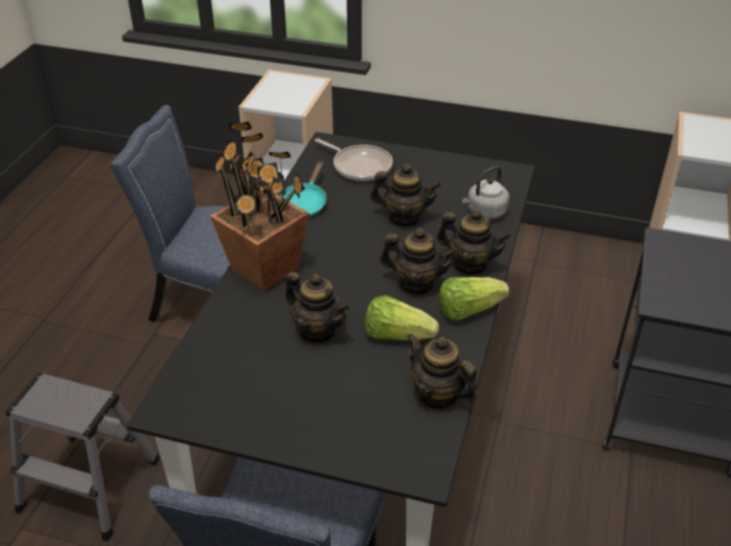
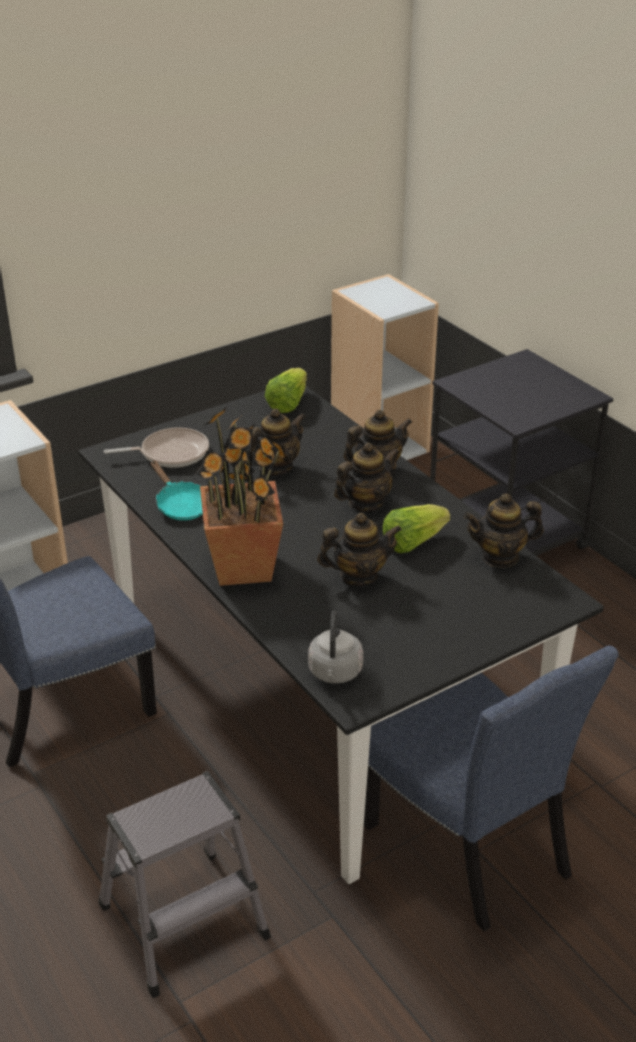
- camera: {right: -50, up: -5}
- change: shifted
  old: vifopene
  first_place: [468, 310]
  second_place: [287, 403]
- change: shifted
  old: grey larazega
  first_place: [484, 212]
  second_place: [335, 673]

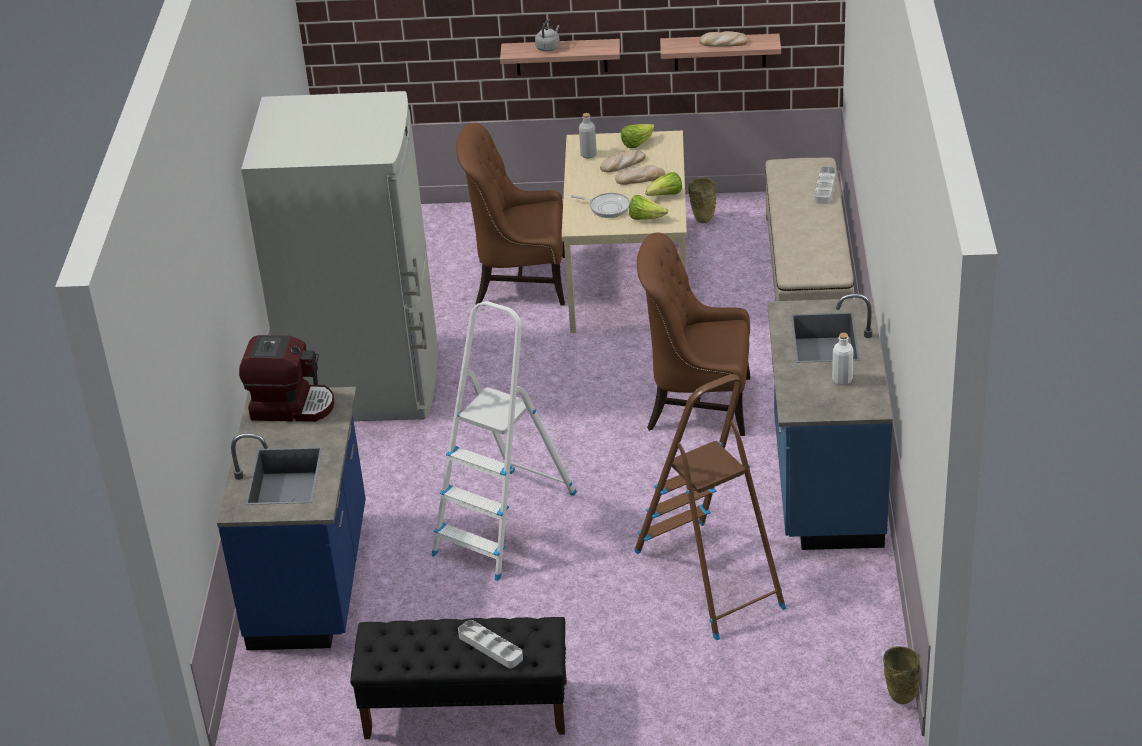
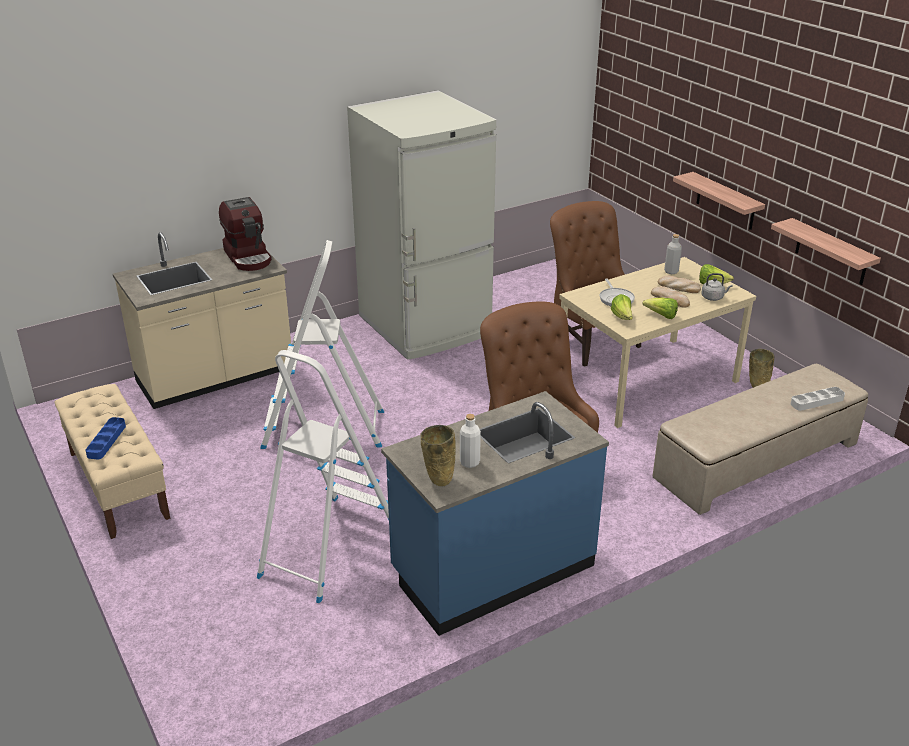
- camera: {right: 55, up: -5}
- change: repainted
  old: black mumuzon
  new: beige mumuzon
  first_place: [465, 709]
  second_place: [118, 484]
- change: repainted
  old: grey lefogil
  new: blue lefogil
  first_place: [490, 647]
  second_place: [106, 441]
- change: repainted
  old: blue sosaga
  new: beige sosaga
  first_place: [312, 579]
  second_place: [215, 378]
- change: repainted
  old: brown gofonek
  new: white gofonek
  first_place: [707, 578]
  second_place: [328, 546]
- change: shifted
  old: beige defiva
  first_place: [899, 699]
  second_place: [439, 480]
- change: shifted
  old: grey larazega
  first_place: [548, 47]
  second_place: [713, 297]
- change: gone
  old: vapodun
  first_place: [723, 42]

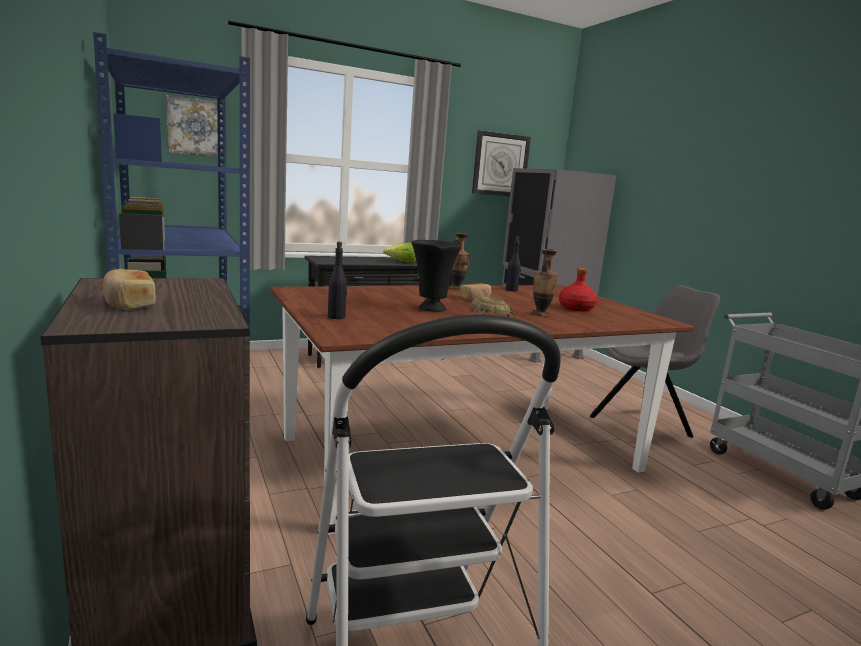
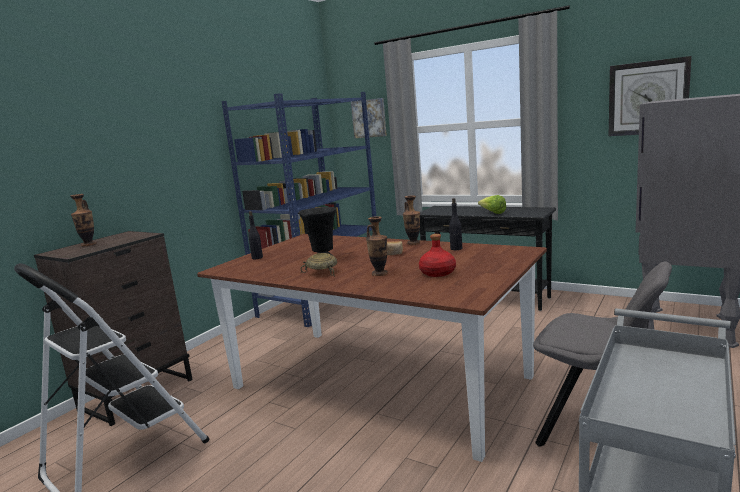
- camera: {right: 60, up: 0}
- change: swapped
  old: vapodun
  new: defiva
  first_place: [129, 304]
  second_place: [89, 244]

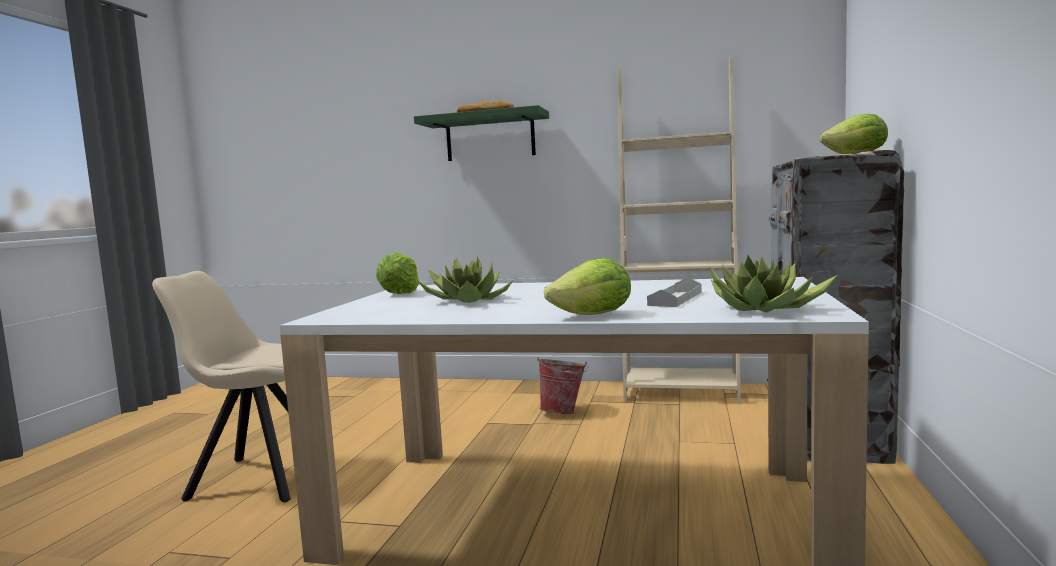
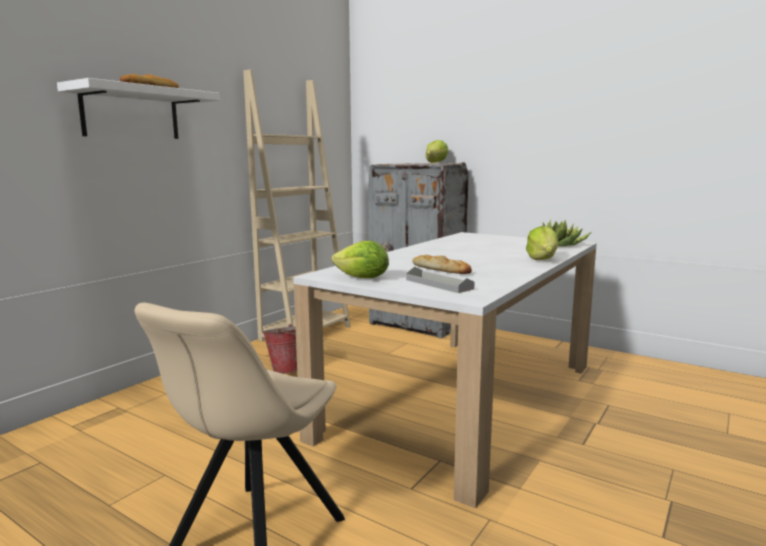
- camera: {right: -70, up: 5}
- change: repainted
  old: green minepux
  new: white minepux
  first_place: [490, 137]
  second_place: [131, 113]
- change: shifted
  old: grey lefogil
  first_place: [675, 298]
  second_place: [439, 284]
- change: swapped
  old: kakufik
  new: vapodun
  first_place: [467, 300]
  second_place: [440, 269]

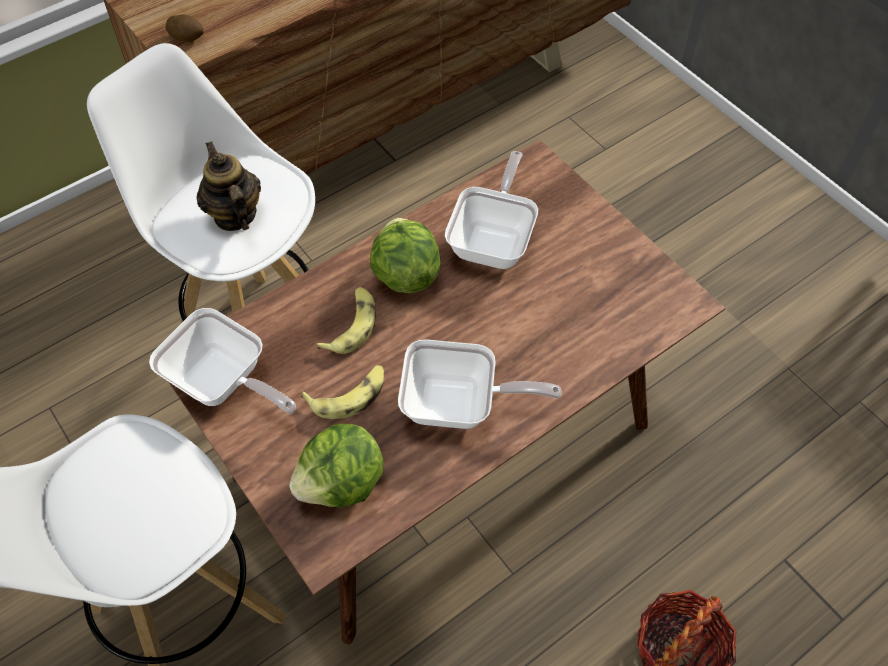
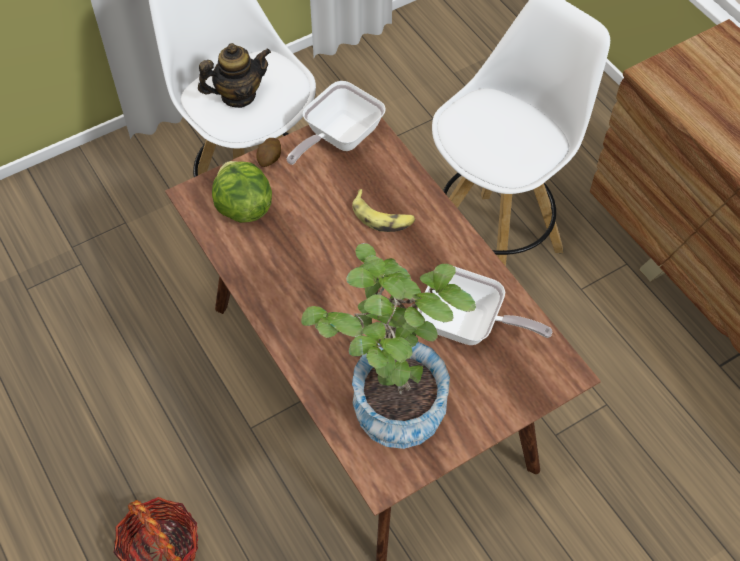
- camera: {right: 95, up: 0}
- change: shifted
  old: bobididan
  first_place: [234, 215]
  second_place: [238, 95]
- change: shifted
  old: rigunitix
  first_place: [187, 37]
  second_place: [269, 159]
- change: new
  new: kakufik
  second_place: [390, 398]
- change: gone
  old: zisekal
  first_place: [349, 395]
- change: gone
  old: vifopene
  first_place: [405, 274]
- change: gone
  old: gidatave
  first_place: [459, 405]

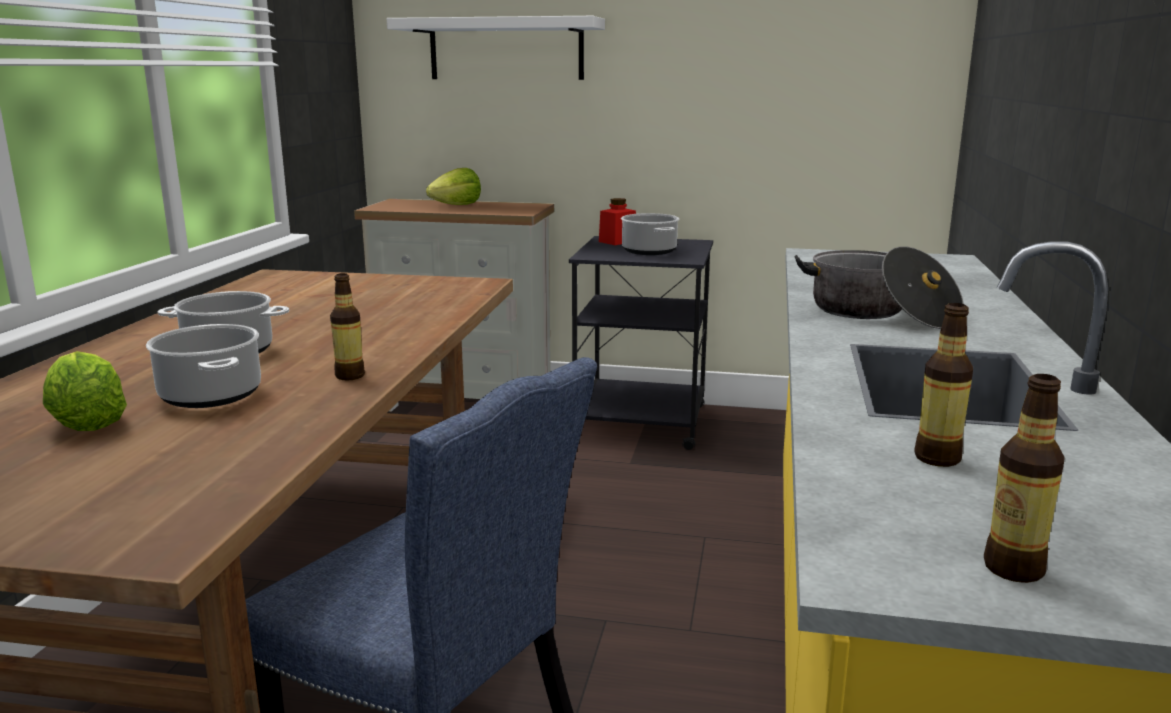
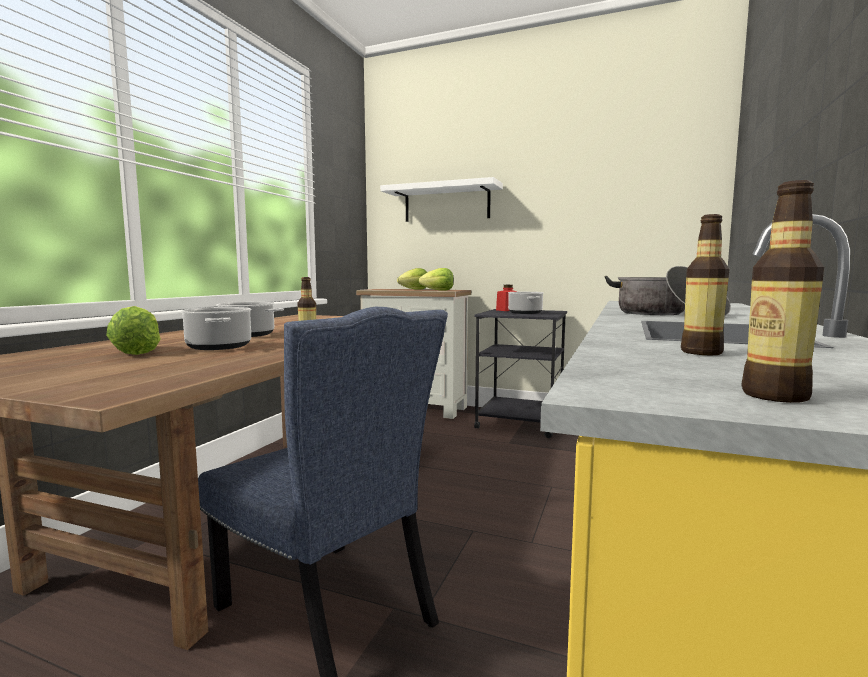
- camera: {right: 10, up: -10}
- change: new
  new: vifopene
  second_place: [438, 290]

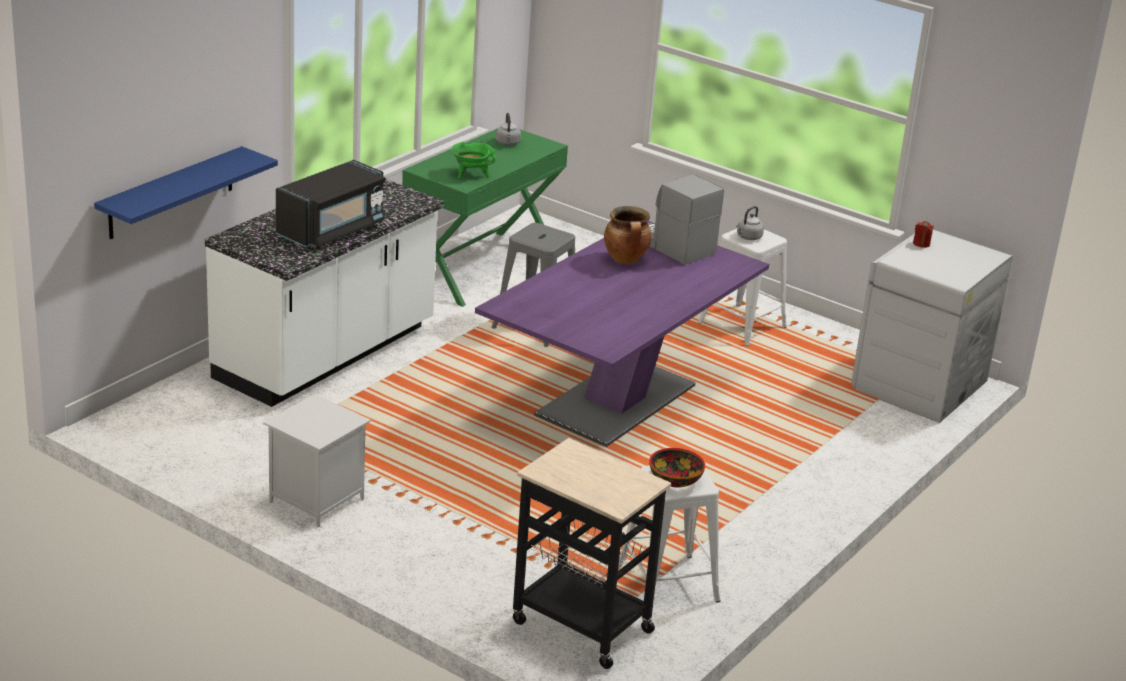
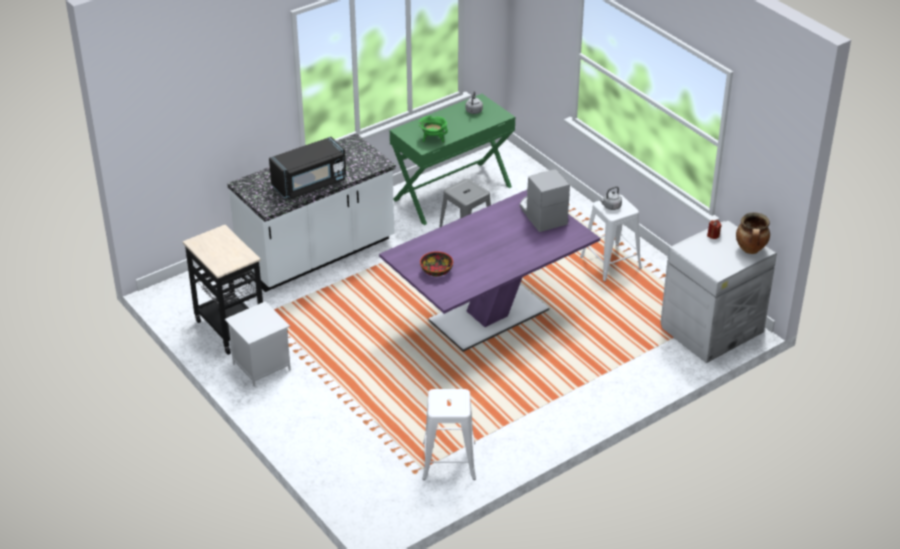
- camera: {right: 20, up: 10}
- change: shifted
  old: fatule
  first_place: [579, 626]
  second_place: [229, 328]
- change: shifted
  old: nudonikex
  first_place: [675, 479]
  second_place: [436, 270]
- change: shifted
  old: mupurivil
  first_place: [626, 260]
  second_place: [751, 250]
- change: gone
  old: blue minepux
  first_place: [171, 193]

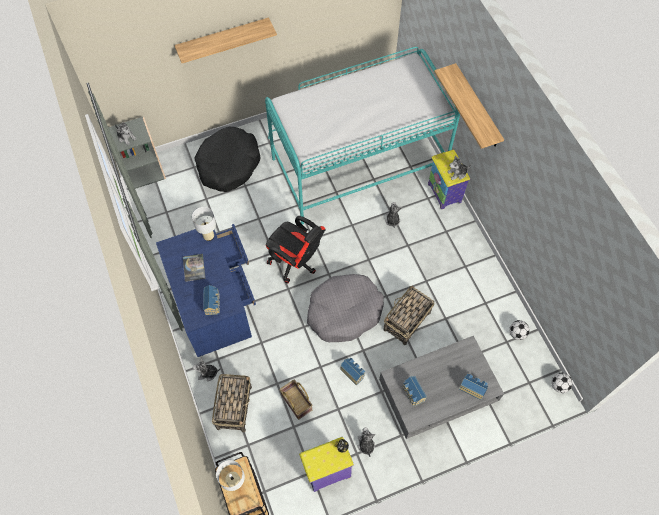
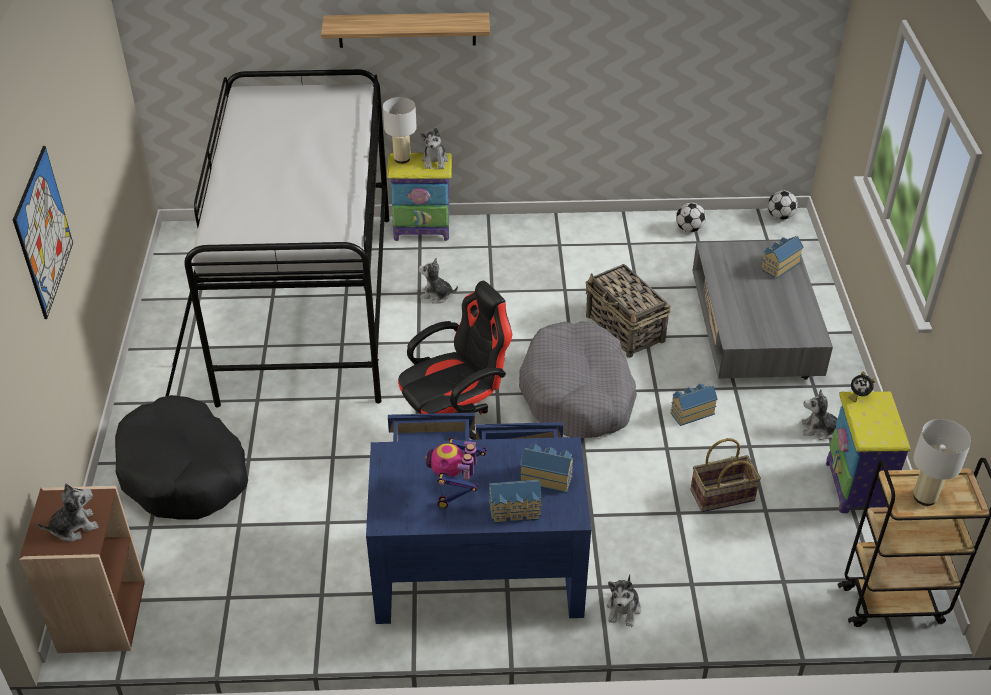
- camera: {right: -70, up: -20}
- change: swapped
  old: minepux
  new: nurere
  first_place: [223, 38]
  second_place: [43, 232]
- change: repainted
  old: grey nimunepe
  new: brown nimunepe
  first_place: [144, 172]
  second_place: [101, 614]
- change: repainted
  old: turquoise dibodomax
  new: black dibodomax
  first_place: [355, 165]
  second_place: [305, 308]
- change: shifted
  old: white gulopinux
  first_place: [208, 236]
  second_place: [402, 159]
- change: swapped
  old: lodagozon
  new: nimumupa
  first_place: [194, 268]
  second_place: [456, 488]
- change: shifted
  old: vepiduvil
  first_place: [413, 394]
  second_place: [515, 511]
- change: gone
  old: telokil
  first_place: [234, 407]

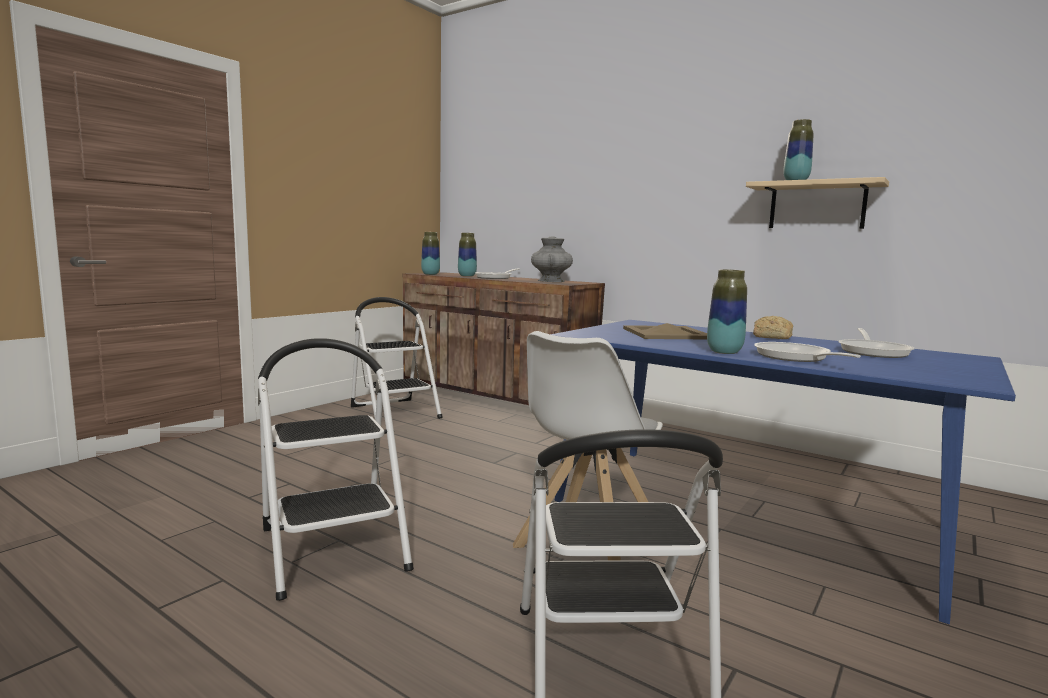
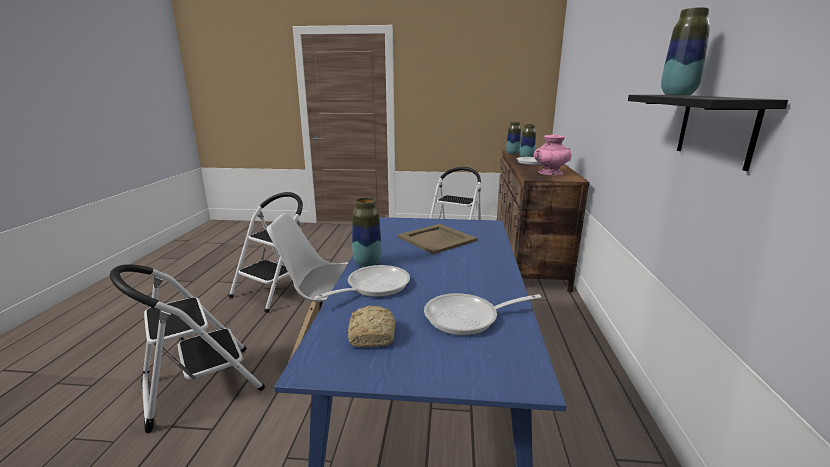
- camera: {right: 60, up: 10}
- change: shifted
  old: vapodun
  first_place: [770, 337]
  second_place: [373, 335]
- change: repainted
  old: grey defiva
  new: pink defiva
  first_place: [551, 281]
  second_place: [550, 173]
- change: repainted
  old: beige minepux
  new: black minepux
  first_place: [817, 206]
  second_place: [716, 129]

